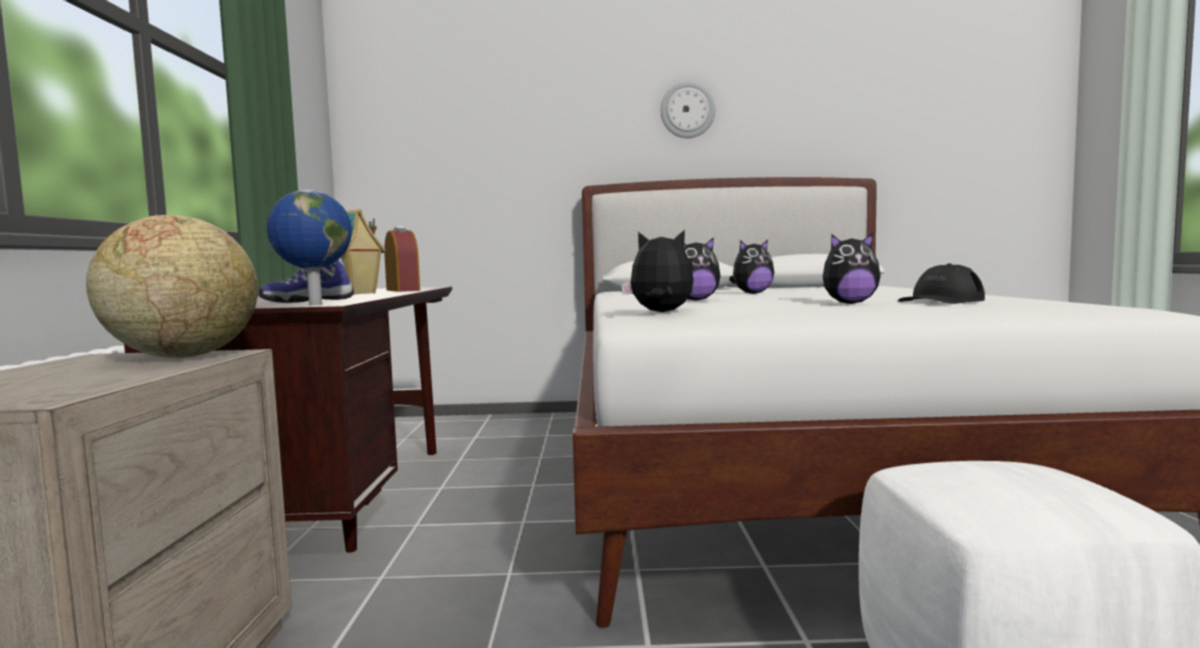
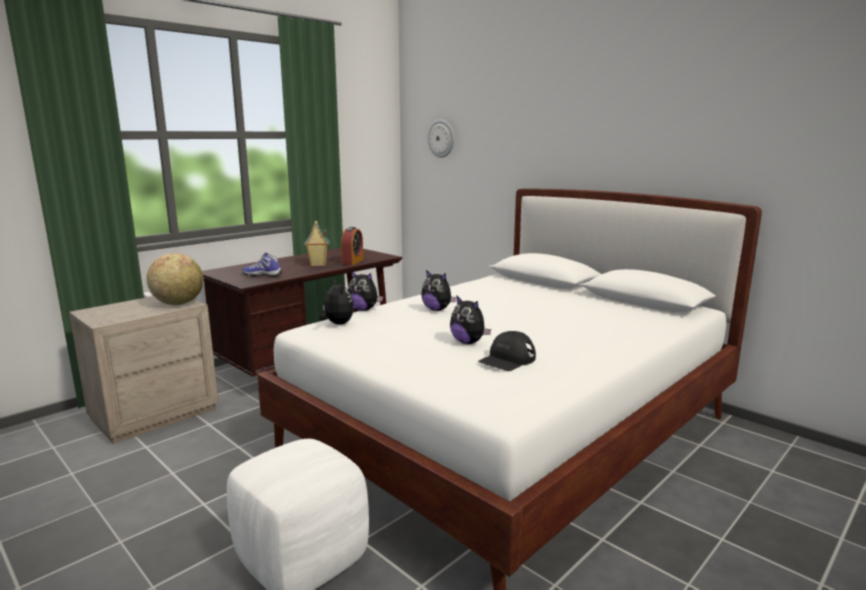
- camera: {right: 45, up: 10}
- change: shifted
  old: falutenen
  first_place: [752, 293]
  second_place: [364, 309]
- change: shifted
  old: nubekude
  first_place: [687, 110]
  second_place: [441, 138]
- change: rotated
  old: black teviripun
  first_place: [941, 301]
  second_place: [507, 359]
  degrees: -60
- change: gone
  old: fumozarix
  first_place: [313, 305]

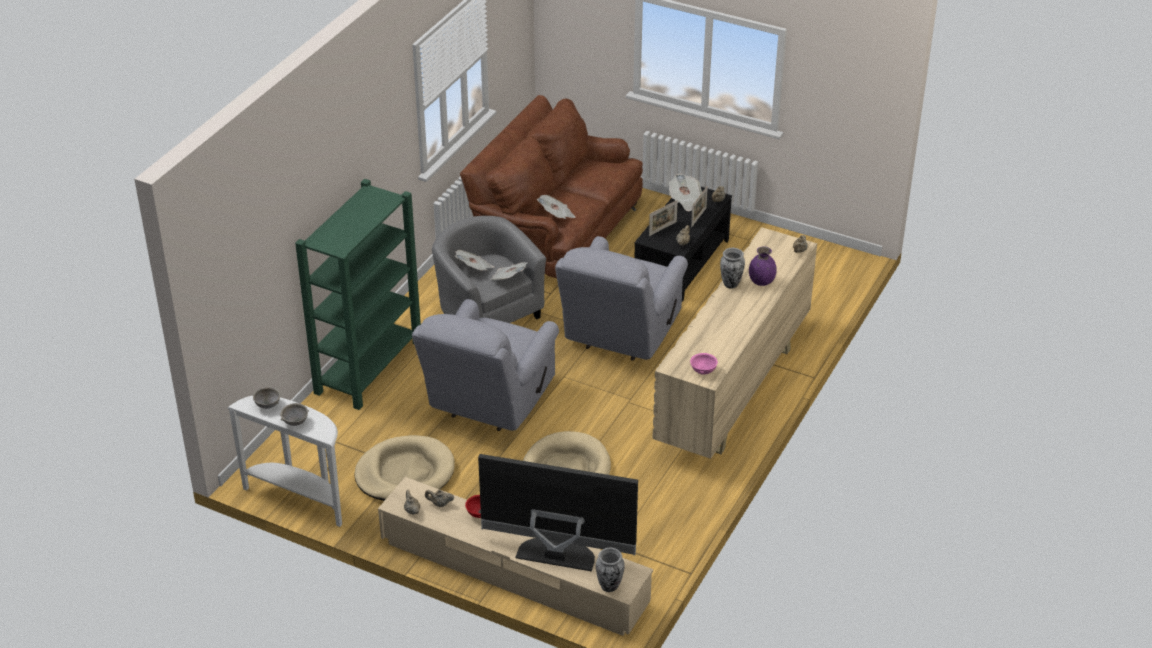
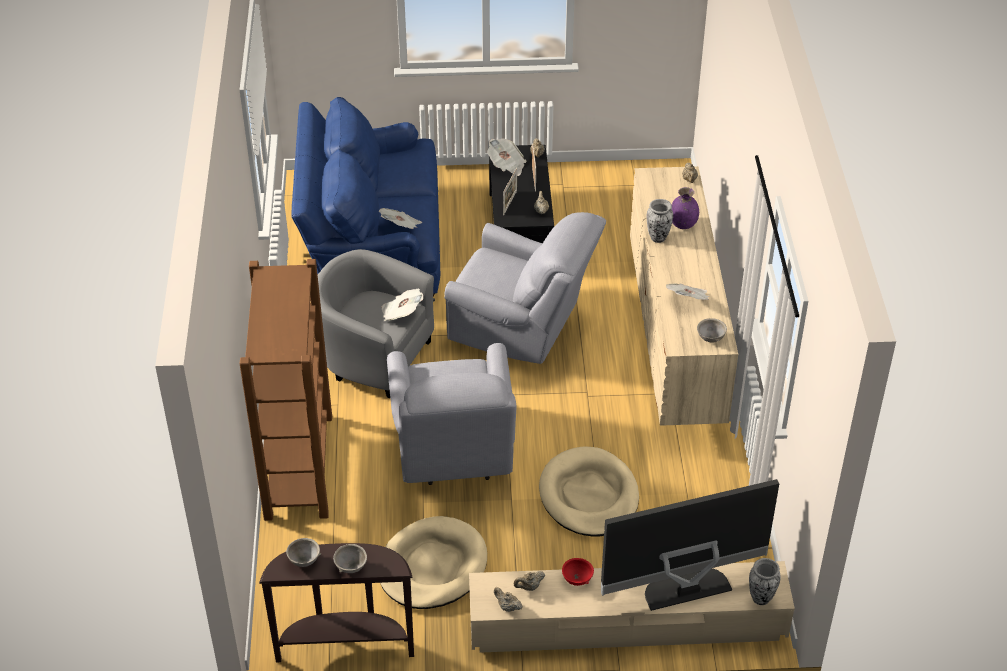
- camera: {right: -30, up: 5}
- change: repainted
  old: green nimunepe
  new: brown nimunepe
  first_place: [368, 367]
  second_place: [298, 466]
- change: repainted
  old: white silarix
  new: brown silarix
  first_place: [299, 498]
  second_place: [345, 644]
- change: repainted
  old: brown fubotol
  new: blue fubotol
  first_place: [555, 234]
  second_place: [372, 246]
- change: rotated
  old: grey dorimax
  first_place: [619, 335]
  second_place: [522, 329]
  degrees: -60
- change: shifted
  old: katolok
  first_place: [474, 269]
  second_place: [688, 300]
- change: repainted
  old: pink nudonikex
  new: grey nudonikex
  first_place: [703, 371]
  second_place: [710, 338]

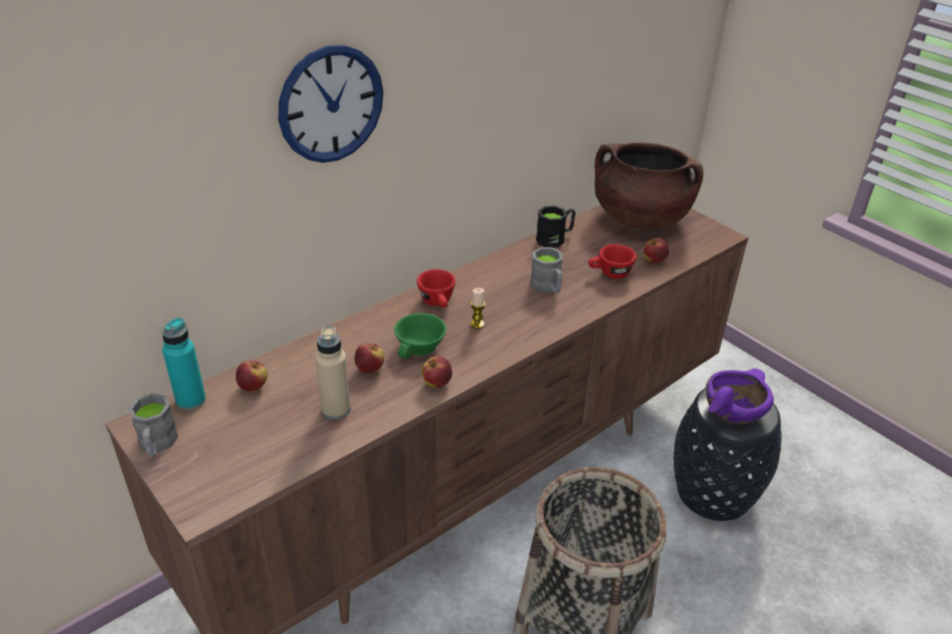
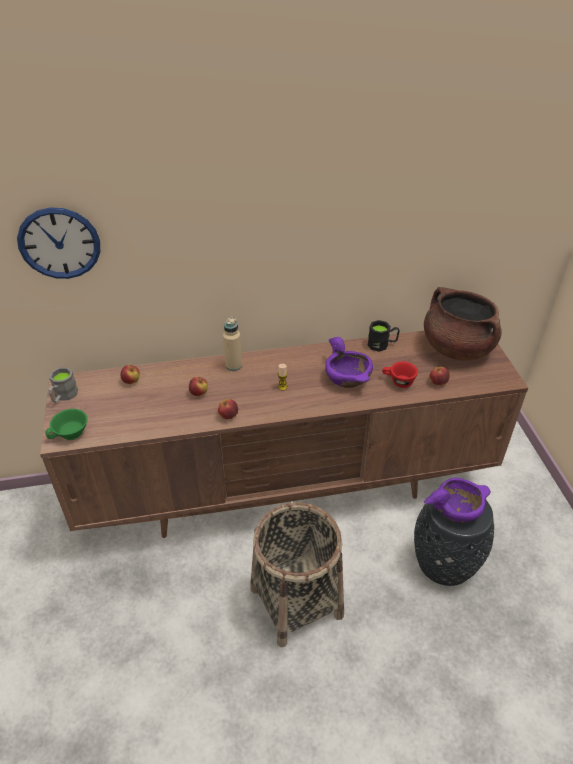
- camera: {right: 30, up: 5}
- change: shifted
  old: nubekude
  first_place: [331, 104]
  second_place: [59, 243]
- change: shifted
  old: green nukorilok
  first_place: [421, 347]
  second_place: [71, 433]
- change: shifted
  old: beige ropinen
  first_place: [336, 409]
  second_place: [233, 365]
- change: swapped
  old: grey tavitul
  new: purple nudonikex
  first_place: [548, 287]
  second_place: [347, 377]
- change: gone
  old: turquoise ropinen
  first_place: [191, 400]
- change: gone
  old: red nukorilok
  first_place: [438, 303]

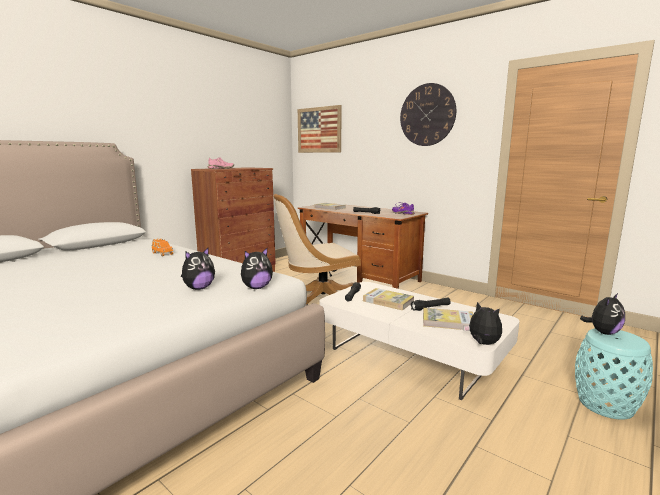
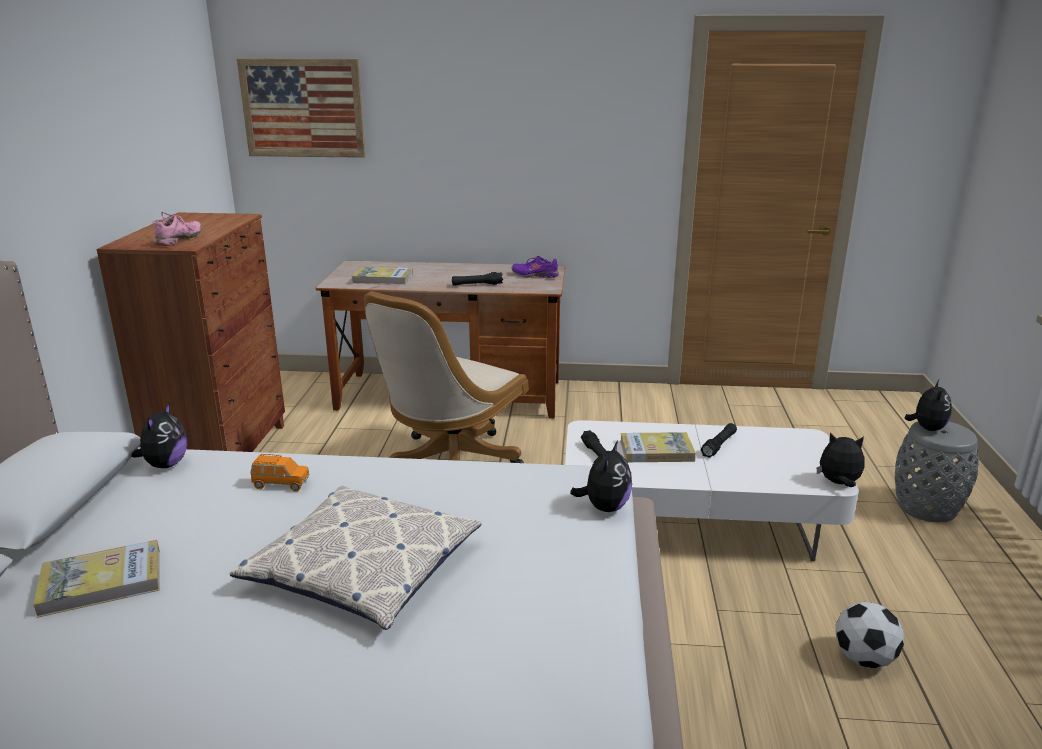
- camera: {right: -35, up: 10}
- change: shifted
  old: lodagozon
  first_place: [448, 322]
  second_place: [102, 582]
- change: shifted
  old: falutenen
  first_place: [198, 288]
  second_place: [165, 465]
- change: new
  new: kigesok
  second_place: [363, 568]
- change: new
  new: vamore
  second_place: [864, 659]
- change: repainted
  old: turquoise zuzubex
  new: grey zuzubex
  first_place: [605, 405]
  second_place: [926, 507]
- change: gone
  old: nubekude
  first_place: [427, 115]

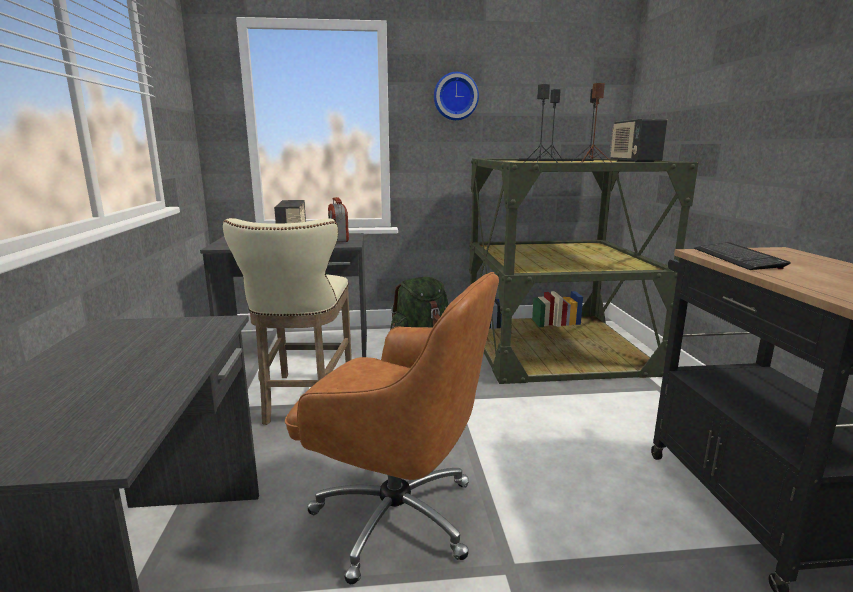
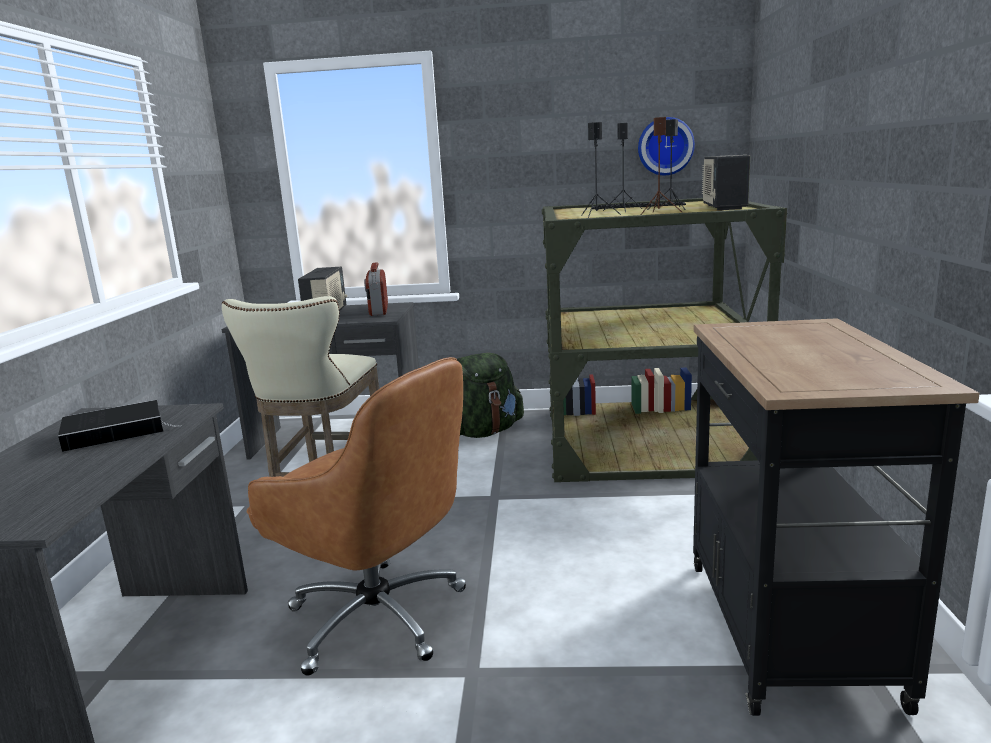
- camera: {right: 10, up: 0}
- change: new
  new: lodagozon
  second_place: [117, 431]
- change: shifted
  old: nubekude
  first_place: [455, 96]
  second_place: [665, 146]
- change: gone
  old: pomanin
  first_place: [737, 258]

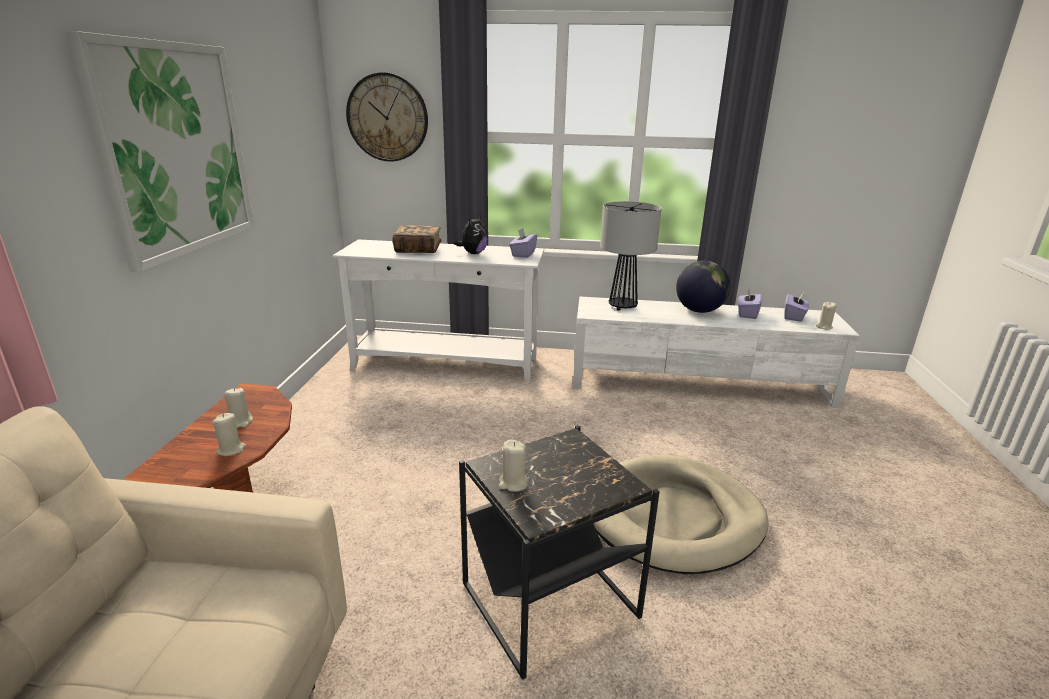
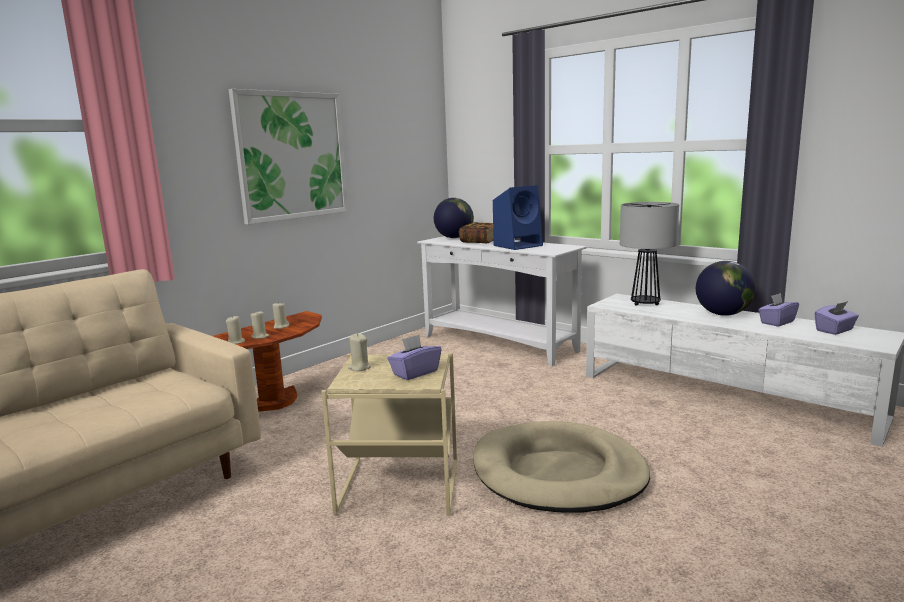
- camera: {right: 35, up: -10}
- change: shifted
  old: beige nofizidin
  first_place: [823, 327]
  second_place: [236, 342]
- change: repainted
  old: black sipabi
  new: beige sipabi
  first_place: [547, 600]
  second_place: [398, 486]
- change: shifted
  old: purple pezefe
  first_place: [523, 254]
  second_place: [415, 373]
- change: new
  new: fumozarix
  second_place: [454, 237]
- change: swapped
  old: falutenen
  new: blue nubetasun
  first_place: [473, 253]
  second_place: [518, 245]
- change: gone
  old: nubekude
  first_place: [387, 118]

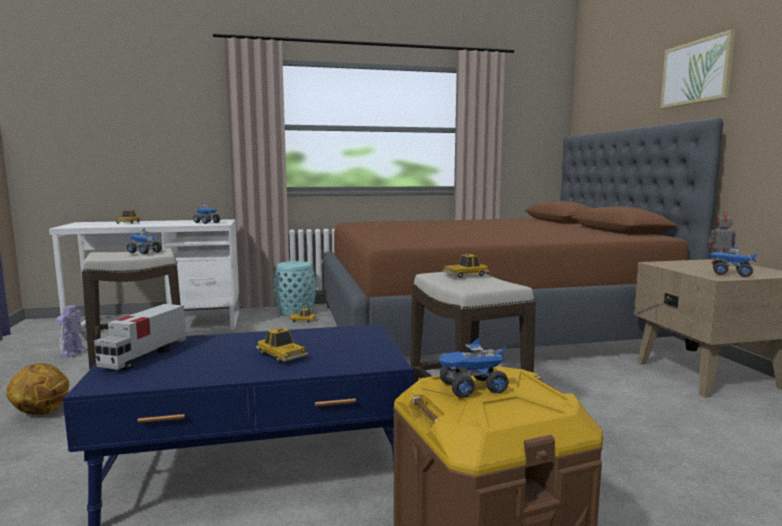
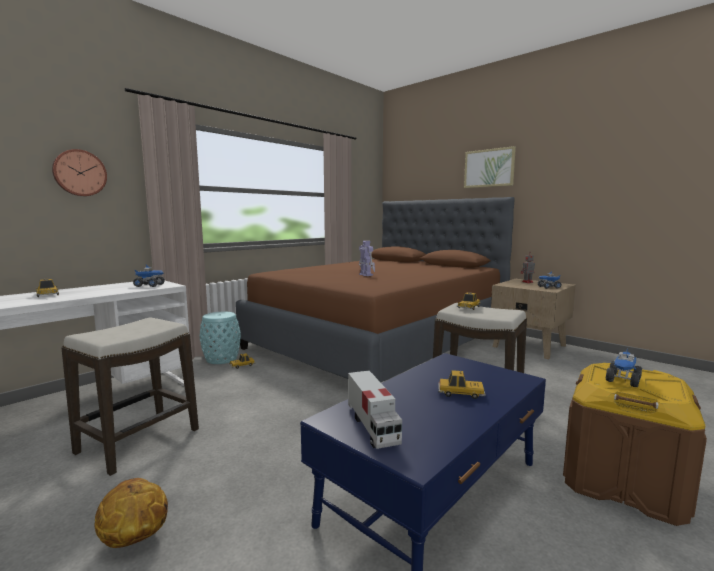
- camera: {right: -35, up: 0}
- change: new
  new: nubekude
  second_place: [79, 173]
- change: shifted
  old: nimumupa
  first_place: [73, 353]
  second_place: [365, 274]
- change: gone
  old: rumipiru
  first_place: [144, 252]

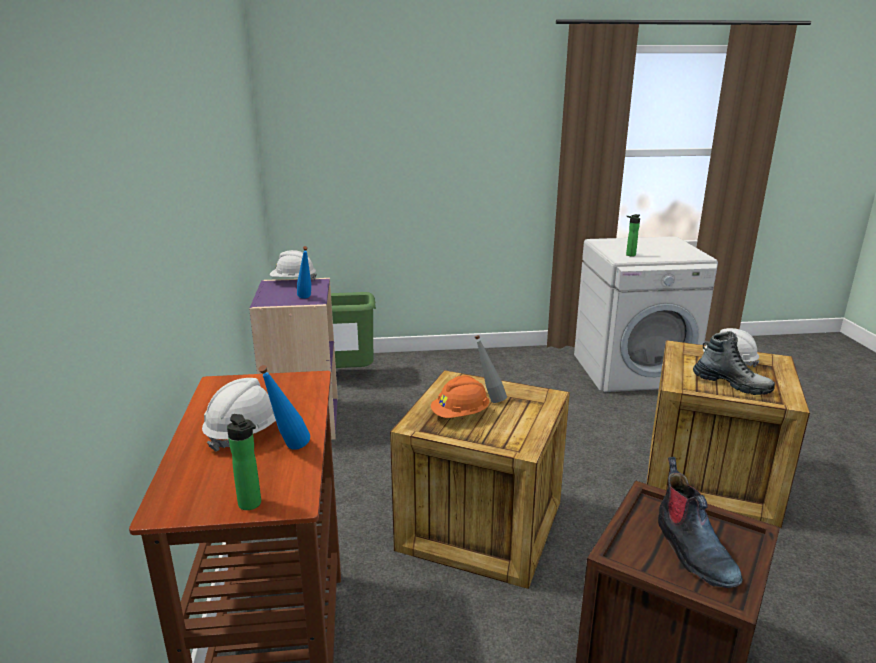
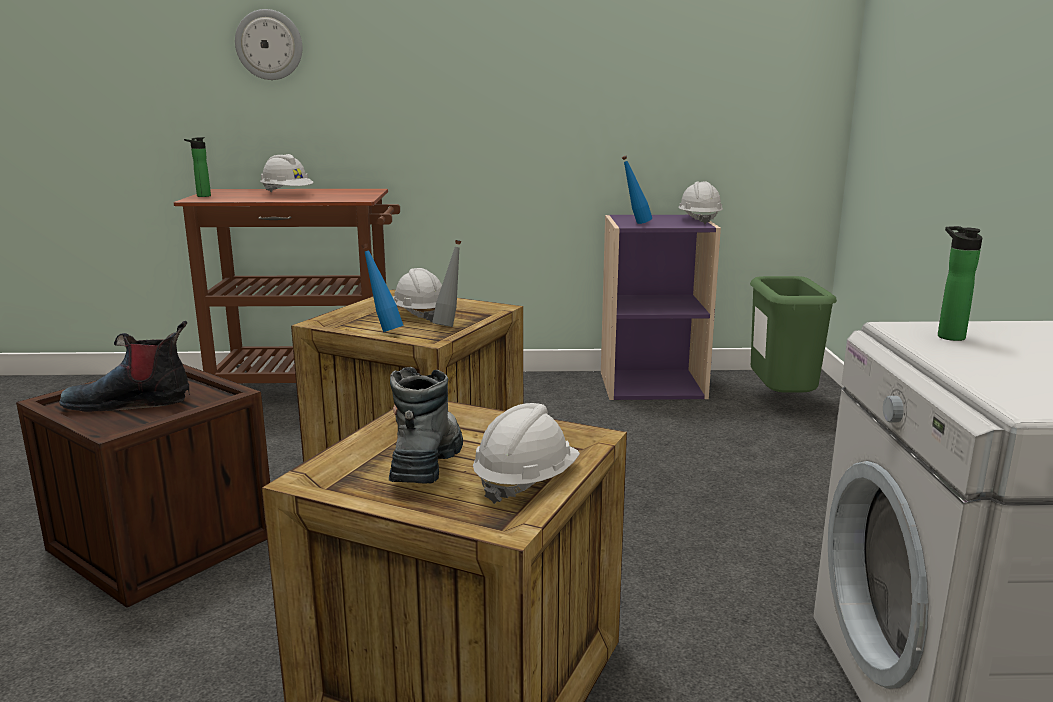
- camera: {right: 95, up: -5}
- change: new
  new: nubekude
  second_place: [269, 45]
- change: shifted
  old: blue ropinen
  first_place: [288, 450]
  second_place: [383, 330]
- change: rotated
  old: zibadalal
  first_place: [731, 384]
  second_place: [427, 463]
  degrees: 150
- change: repainted
  old: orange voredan
  new: white voredan
  first_place: [460, 415]
  second_place: [419, 315]

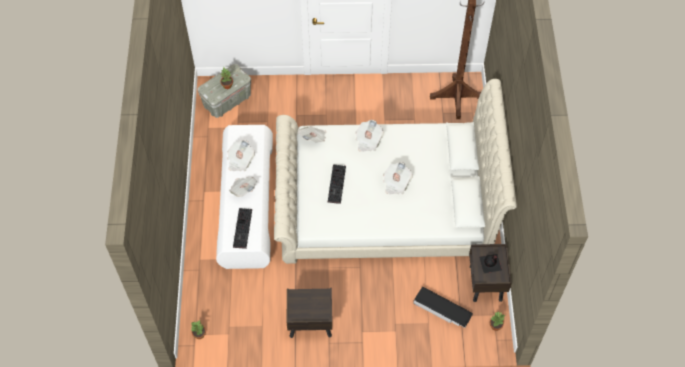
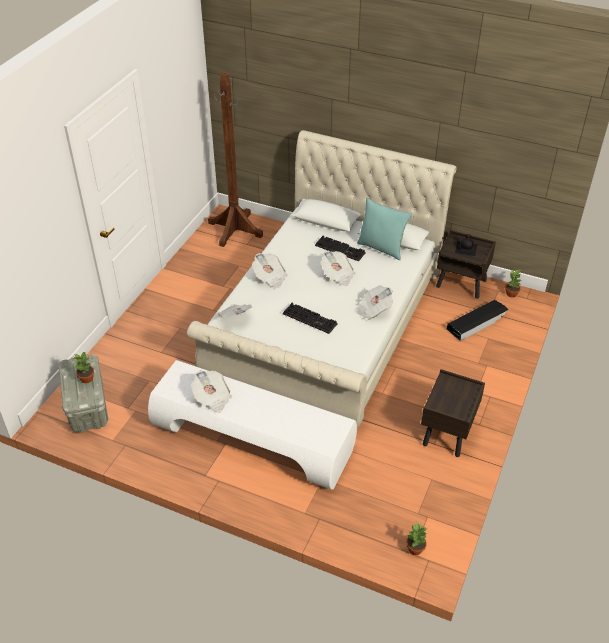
- camera: {right: -65, up: -15}
- change: shifted
  old: pomanin
  first_place: [243, 229]
  second_place: [341, 249]
- change: shifted
  old: katolok
  first_place: [243, 189]
  second_place: [373, 310]
- change: new
  new: turquoise kigesok
  second_place: [381, 248]

